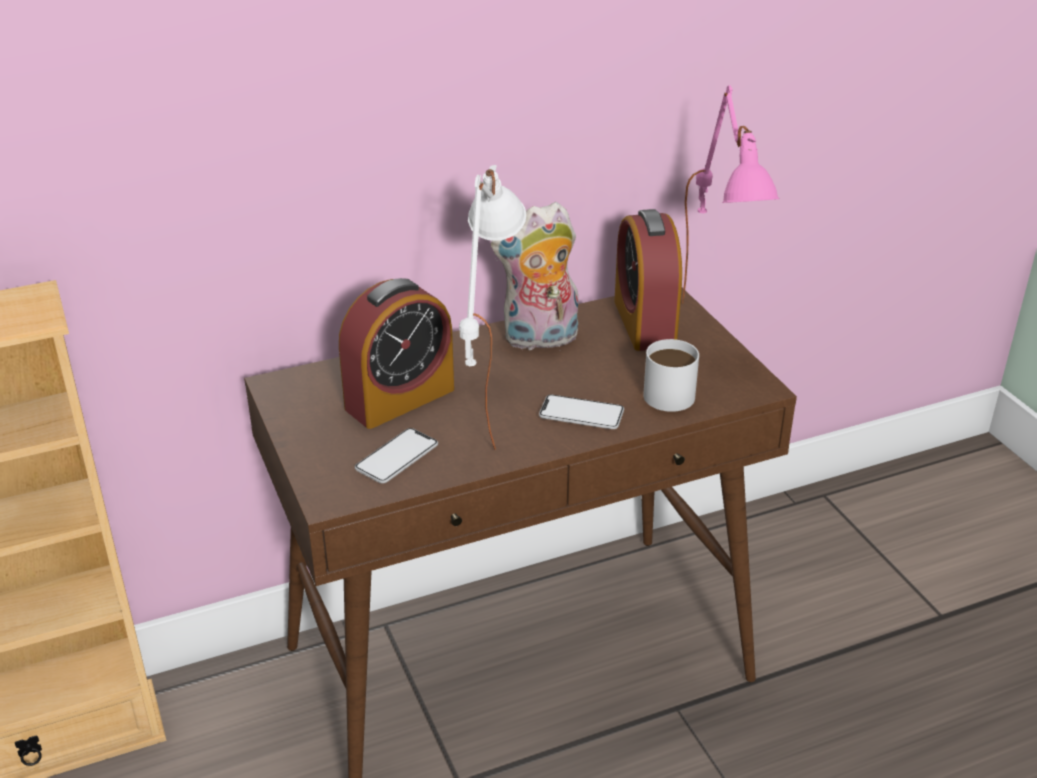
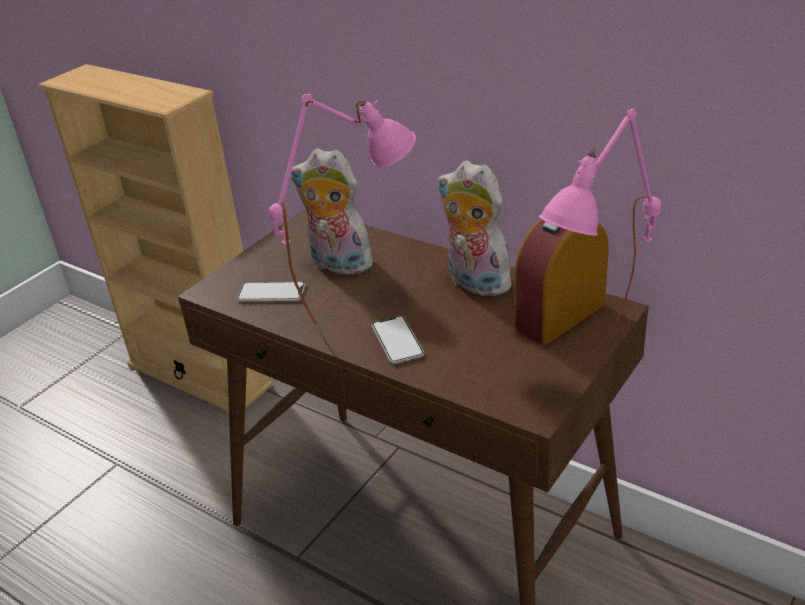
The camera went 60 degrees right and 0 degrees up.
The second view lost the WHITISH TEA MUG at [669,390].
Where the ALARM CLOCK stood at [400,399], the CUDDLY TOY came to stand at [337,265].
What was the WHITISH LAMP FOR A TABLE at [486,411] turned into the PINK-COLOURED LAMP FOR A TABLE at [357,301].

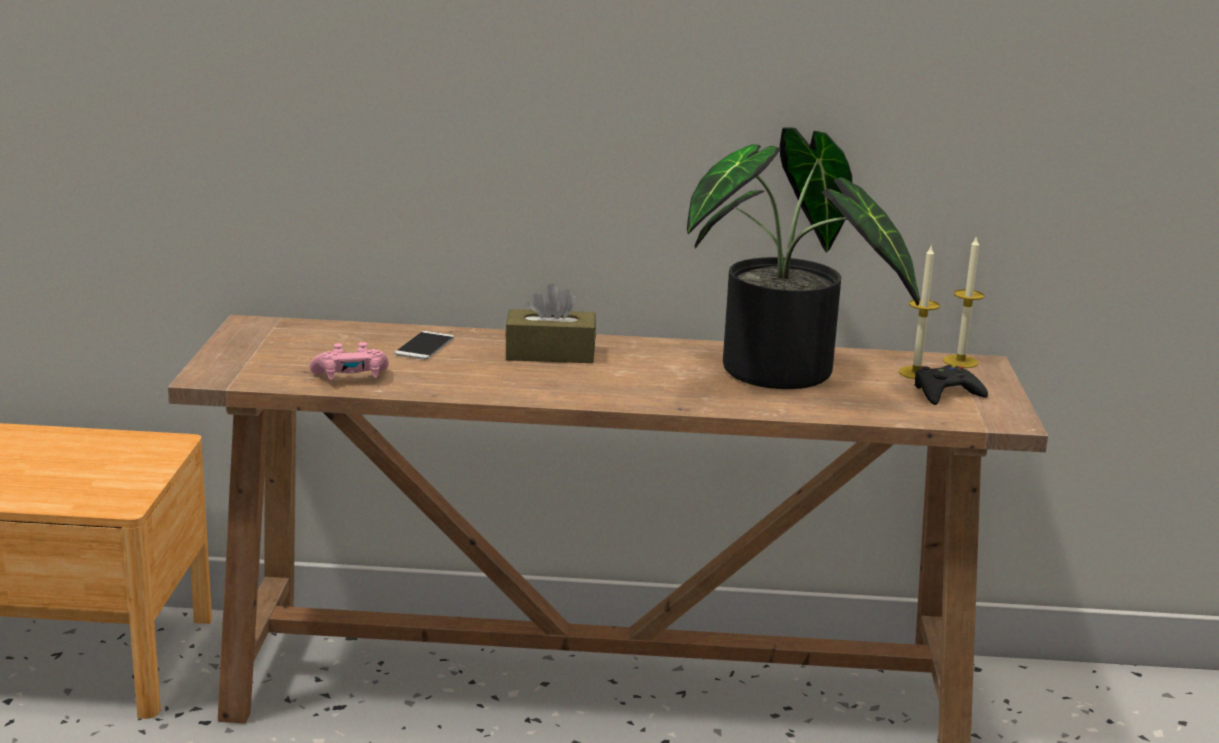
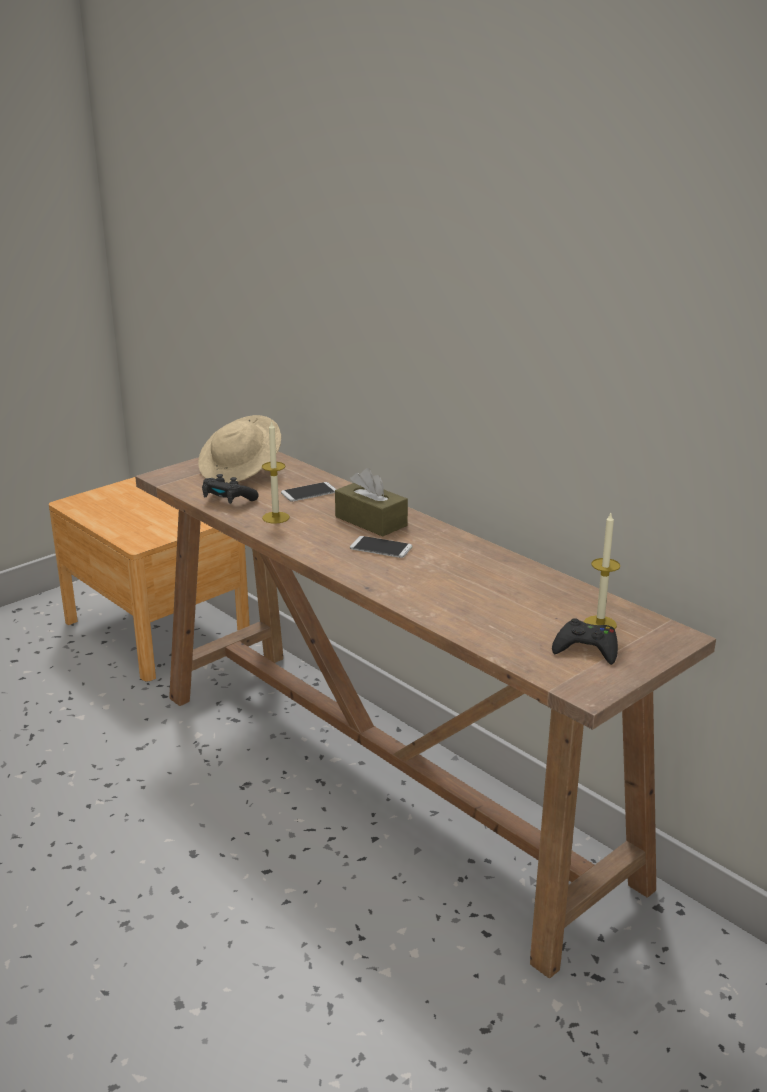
The camera went 45 degrees right and 5 degrees up.
The second view lost the POTTED PLANT at [783,376].
The second view gained the BEIGE-COLOURED WEARABLE HAT at [241,470].
The second view gained the PHONE at [381,548].
The WAX CANDLE ended up elsewhere, having gone from [960,361] to [275,517].
What was the PINK-COLOURED JOYPAD at [351,378] turned into the BLACK JOYPAD at [228,500].

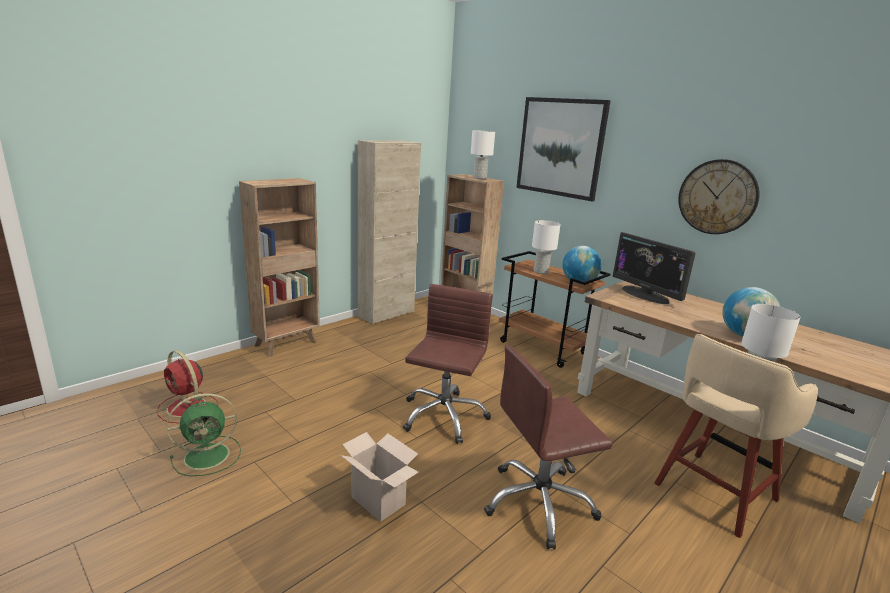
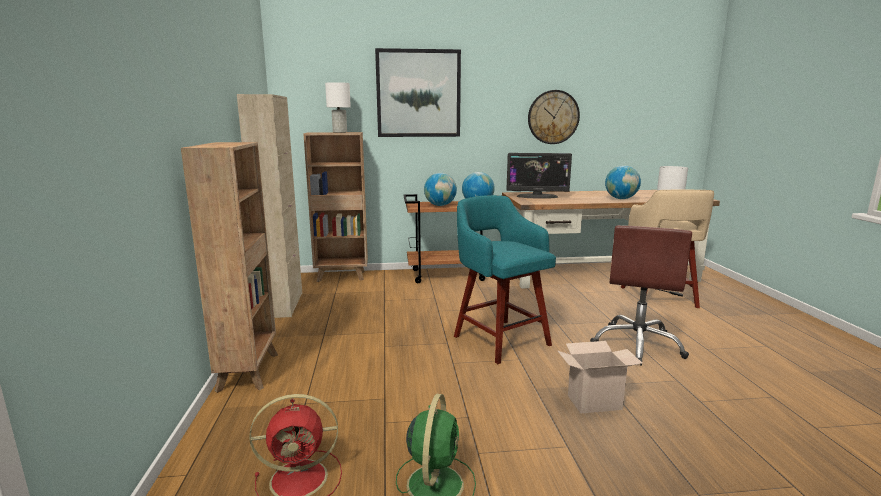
The camera went 50 degrees left and 5 degrees down.
Where the BROWN COMPUTER CHAIR stood at [443,416], the BLUE-GREEN SITTING STOOL came to stand at [499,339].
Where the WHITISH LAMP FOR A TABLE stood at [541,272], the DESK GLOBE came to stand at [440,205].

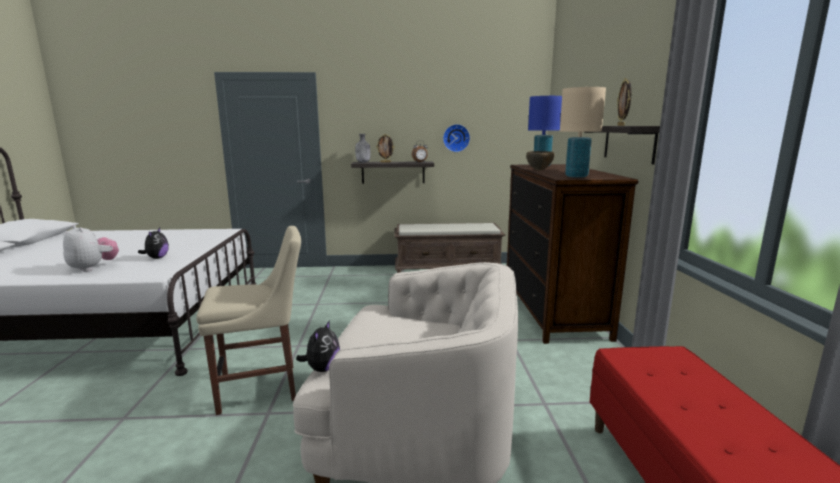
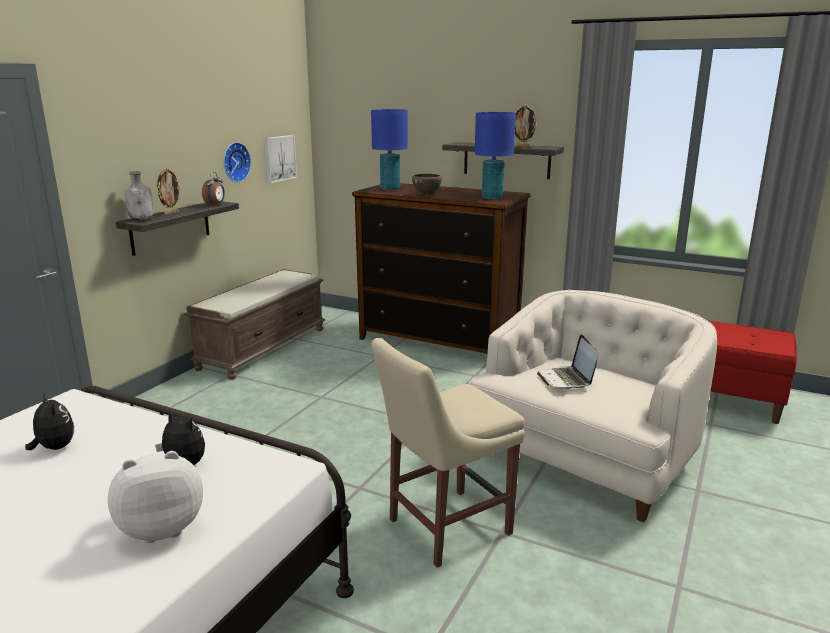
The camera went 60 degrees left and 5 degrees up.
The second view gained the WALL PICTURE at [278,158].
The second view gained the LAPTOP at [566,379].
The CUDDLY TOY ended up elsewhere, having gone from [322,368] to [54,448].
What was the BEIGE-COLOURED LAMP FOR A TABLE at [576,176] turned into the BLUISH LAMP FOR A TABLE at [492,198].
The BEIGE-COLOURED UPRIGHT CHAIR at [263,387] ended up facing another way, 135 degrees counterclockwise from before.

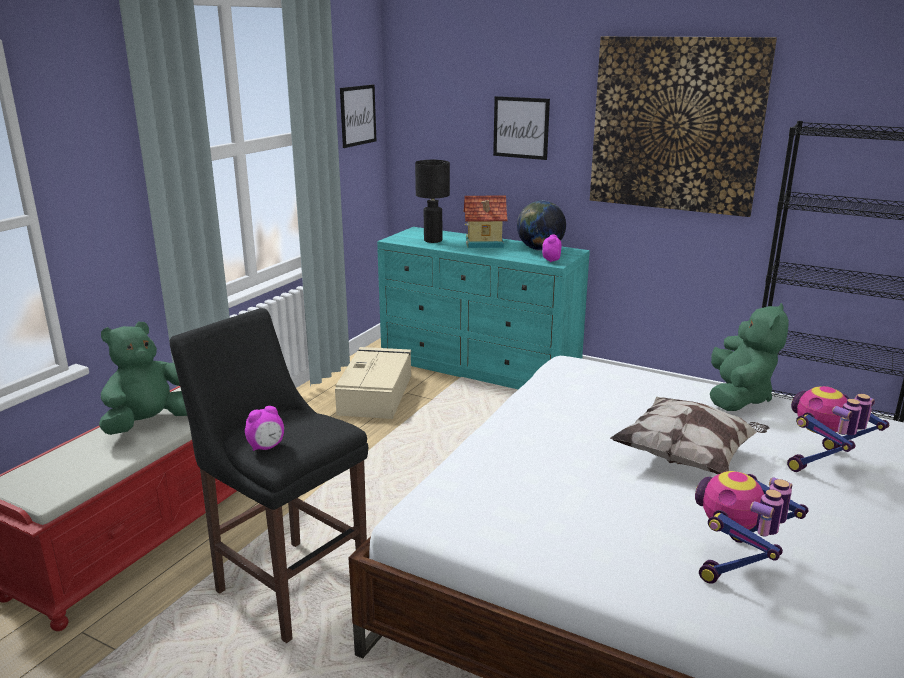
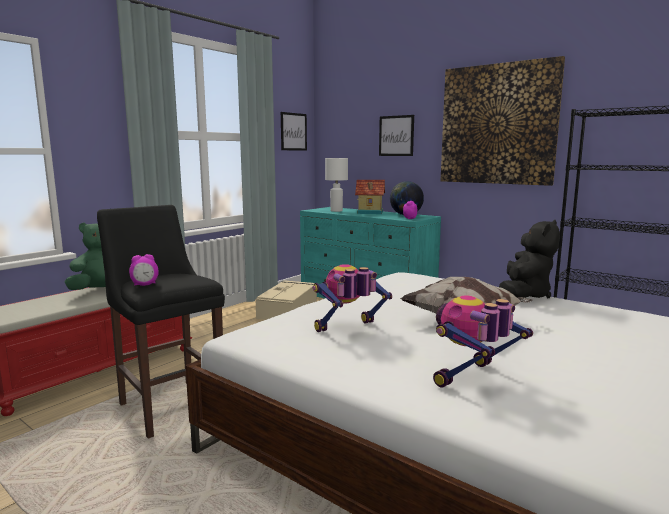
The camera went 10 degrees right and 10 degrees down.
The MODEL ROBOT ended up elsewhere, having gone from [823,463] to [348,329].
What was the BLACK LAMP FOR A TABLE at [433,240] turned into the WHITISH LAMP FOR A TABLE at [336,211].
What was the GREEN-COLOURED CUDDLY TOY at [738,397] turned into the BLACK CUDDLY TOY at [524,295].

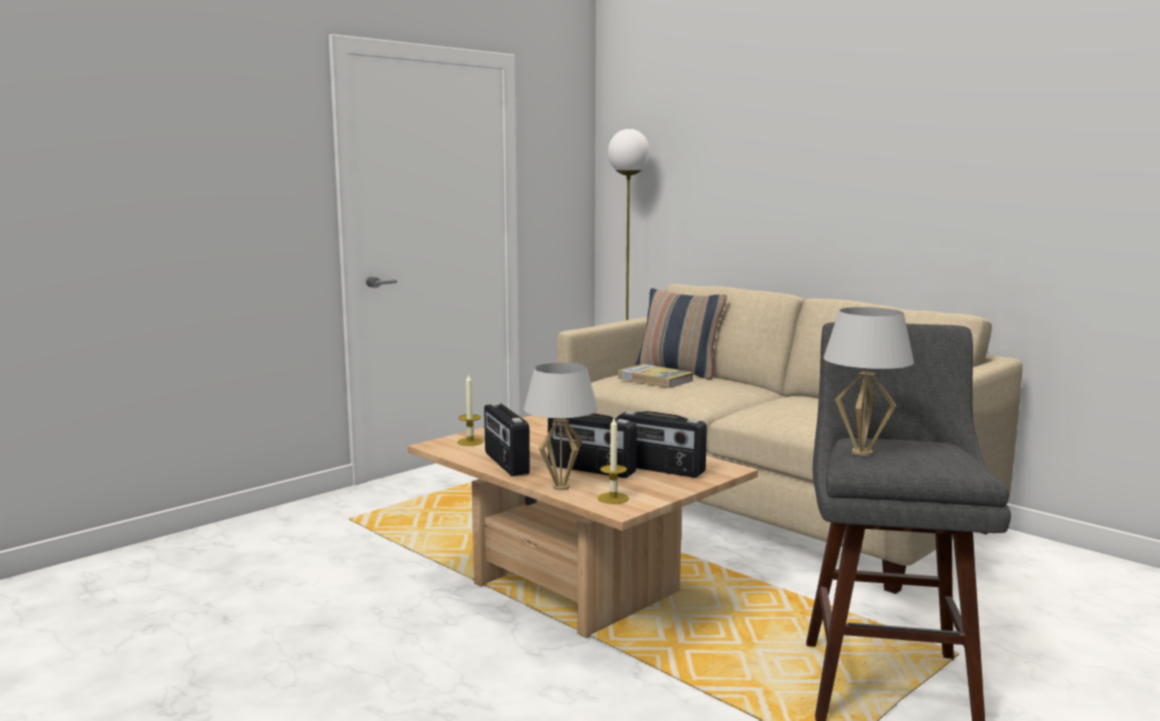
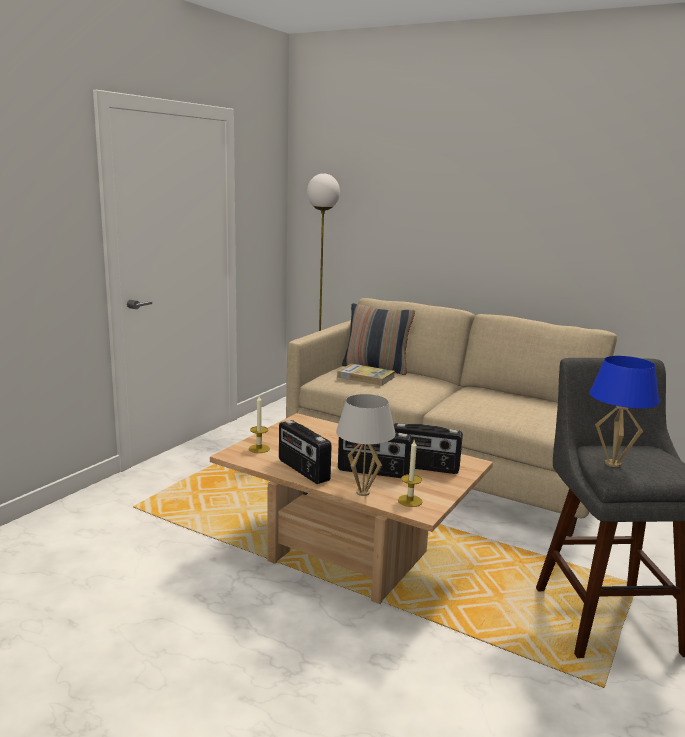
The camera went 15 degrees left and 5 degrees up.
What was the WHITISH LAMP FOR A TABLE at [861,453] turned into the BLUISH LAMP FOR A TABLE at [612,464].

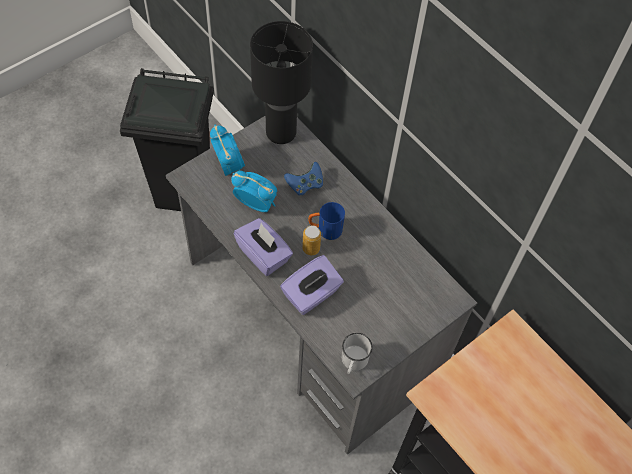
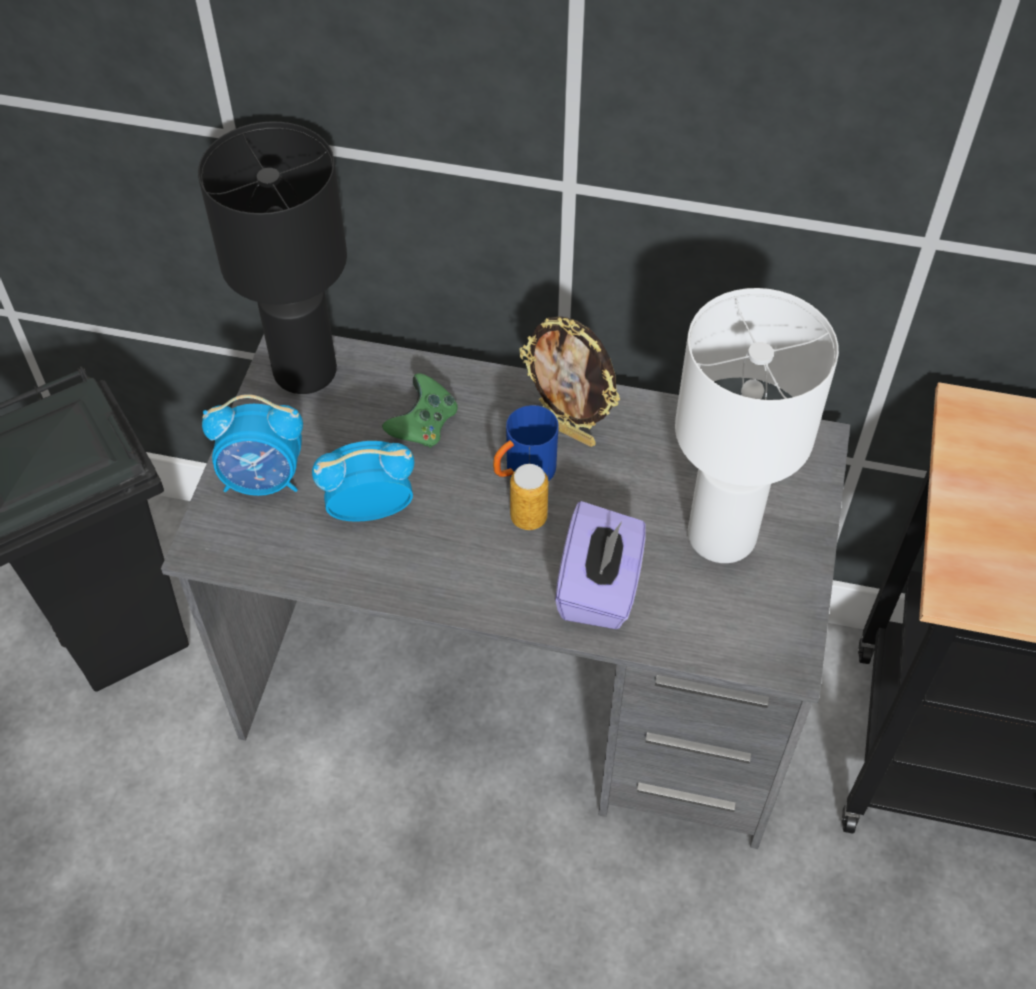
The camera went 35 degrees left and 5 degrees down.
The second view lost the PURPLISH TISSUE HOLDER at [263,255].
The second view lost the WHITISH TEA MUG at [353,362].
The second view gained the STANDING FRAME at [568,431].
The second view gained the WHITISH LAMP FOR A TABLE at [719,535].
What was the BLUISH JOYPAD at [305,185] turned into the GREEN-COLOURED JOYPAD at [423,426].
The ALARM CLOCK at [228,166] ended up facing another way, 150 degrees clockwise from before.

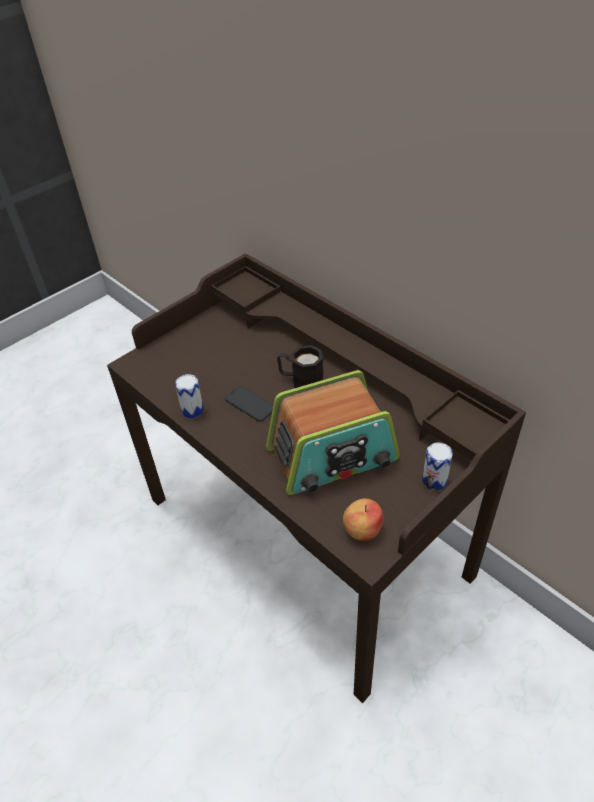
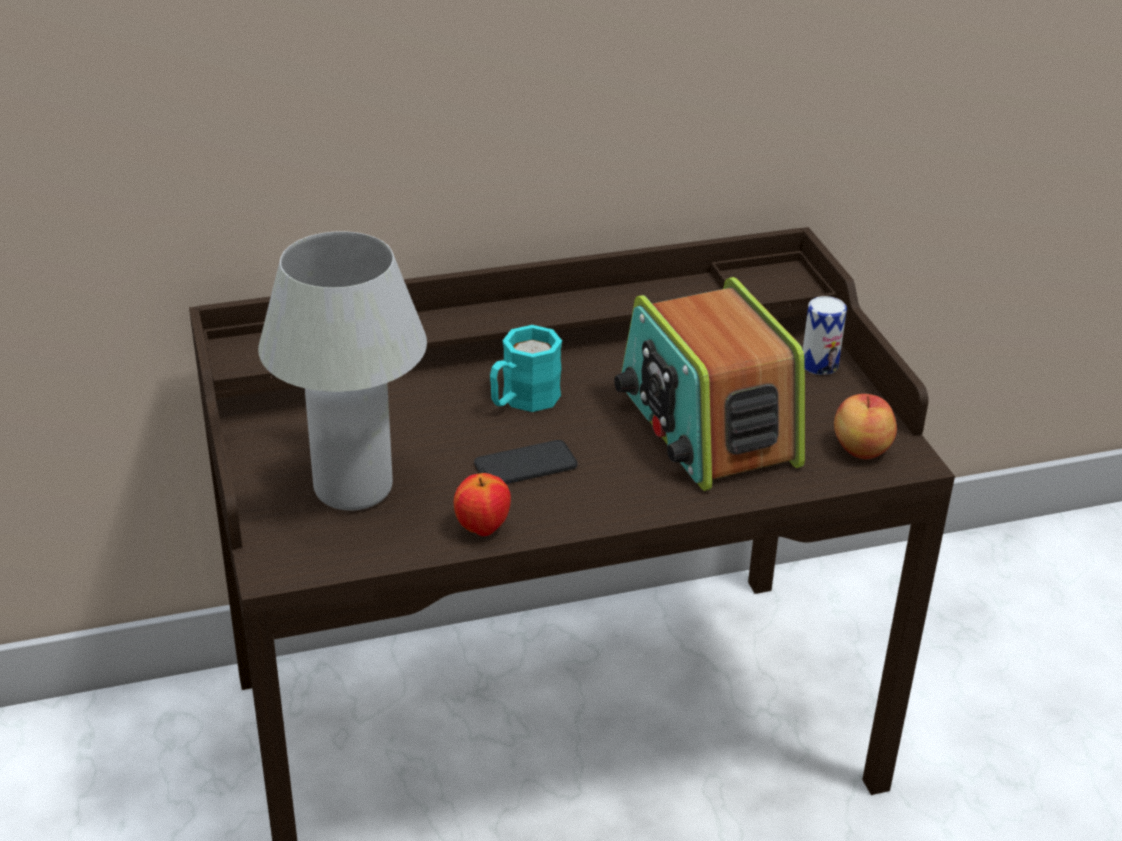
The camera went 65 degrees left and 10 degrees down.
The second view gained the WHITISH LAMP FOR A TABLE at [353,488].
Where the CAN stood at [192,410], the APPLE came to stand at [482,528].
What was the BLACK TEA MUG at [301,381] turned into the BLUE-GREEN TEA MUG at [522,400].
The RADIO SET at [332,455] ended up facing another way, 150 degrees clockwise from before.

